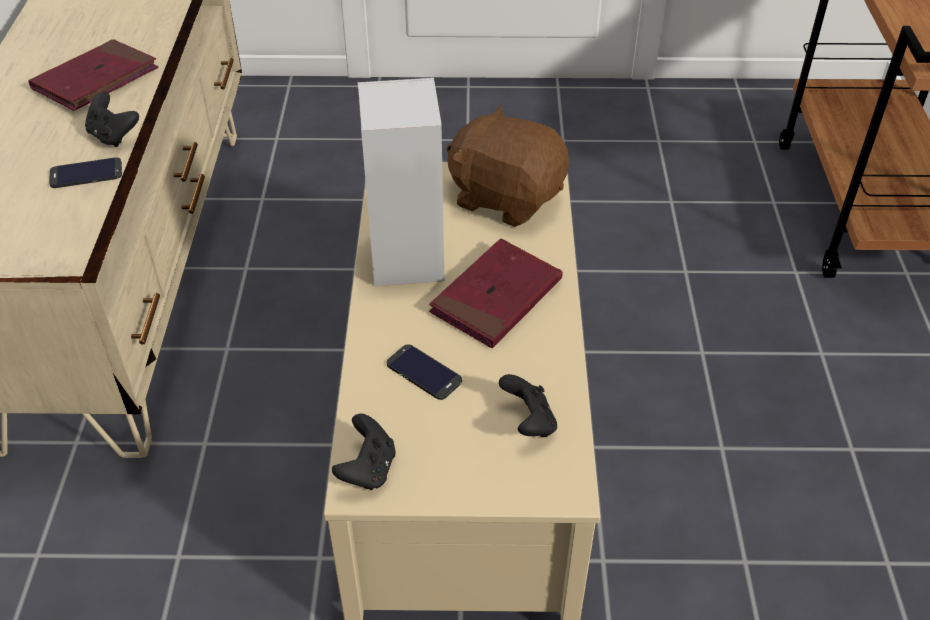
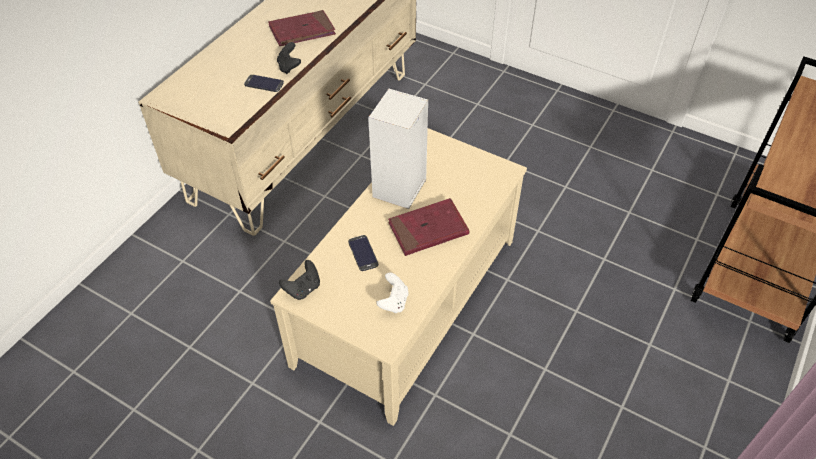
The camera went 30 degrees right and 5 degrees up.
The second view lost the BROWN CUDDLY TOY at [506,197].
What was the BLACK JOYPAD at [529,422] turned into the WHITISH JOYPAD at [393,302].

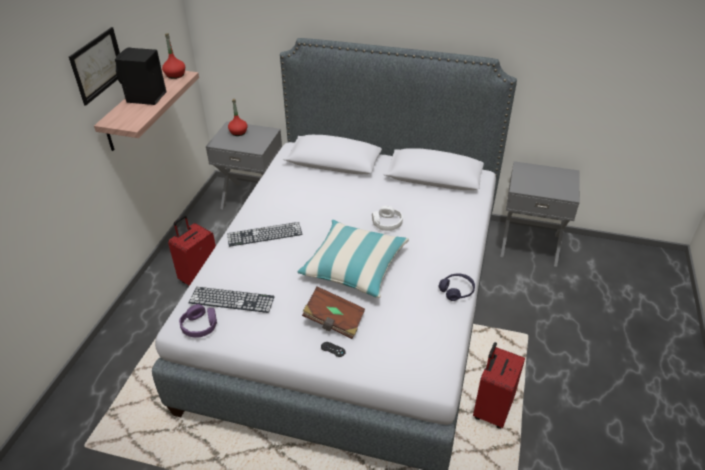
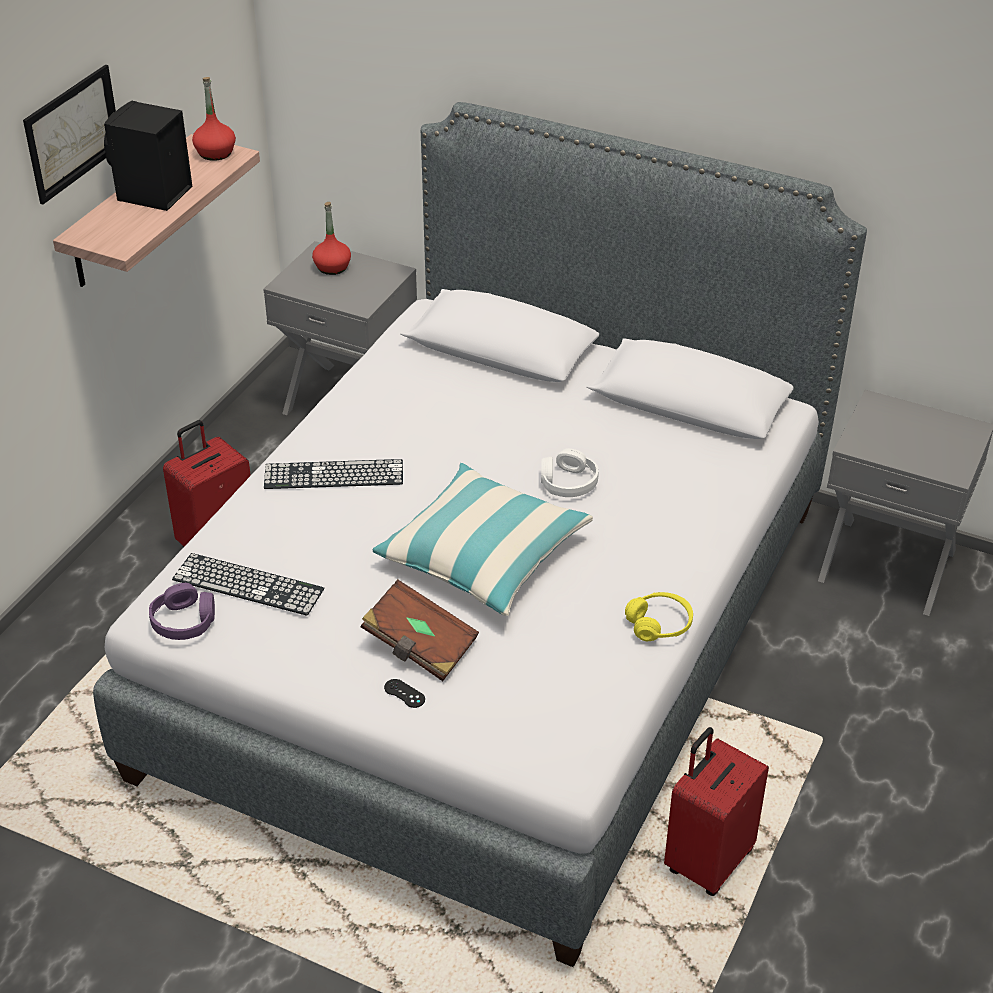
The camera went 10 degrees right and 0 degrees up.
What was the PURPLISH HEADSET at [456,291] turned into the YELLOWISH HEADSET at [659,624].

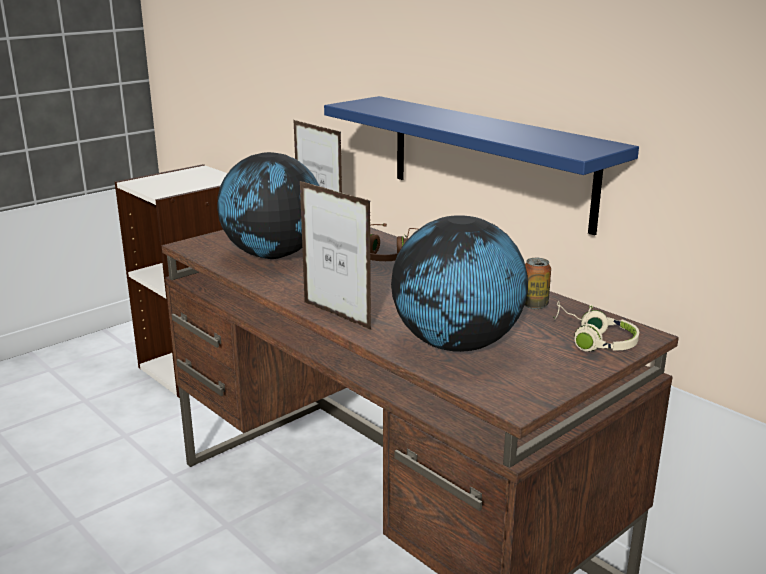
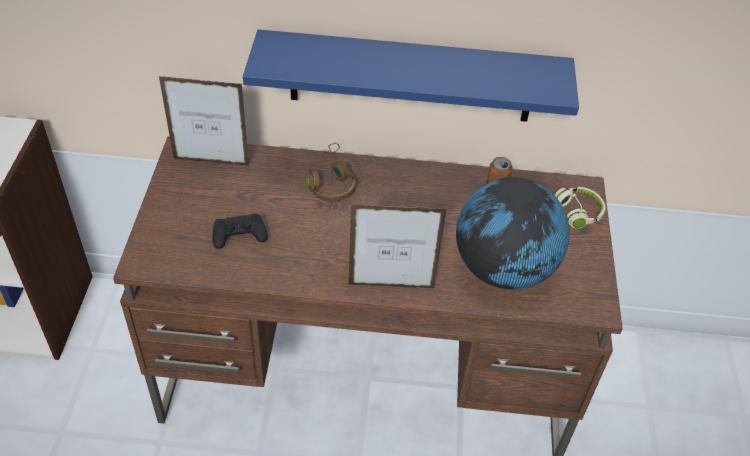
The camera went 45 degrees left and 25 degrees up.
Where the DESK GLOBE stood at [274,255], the BLACK JOYPAD came to stand at [239,235].

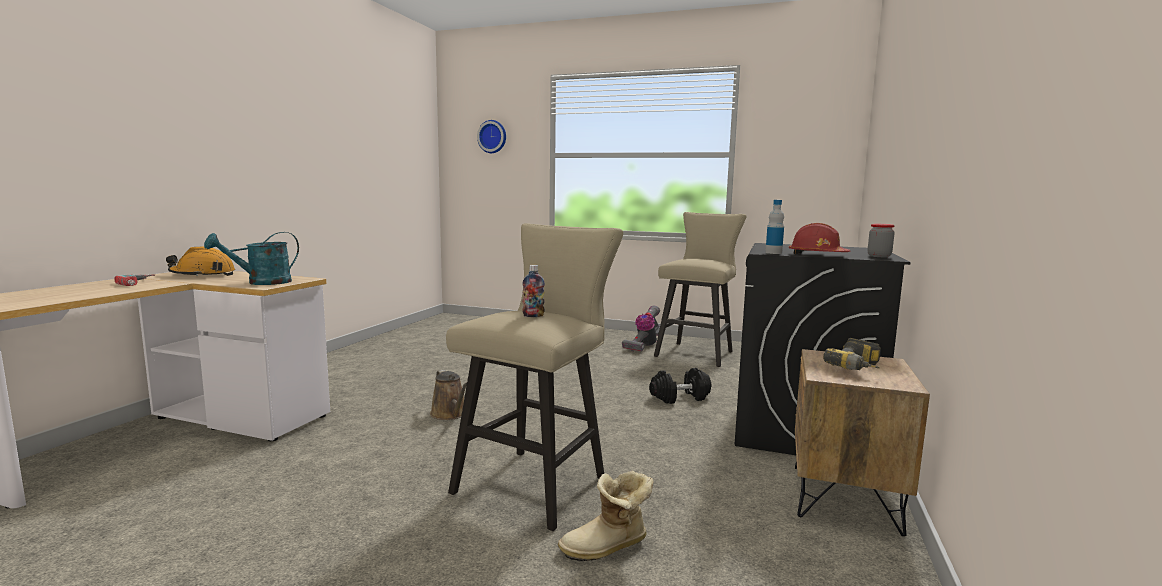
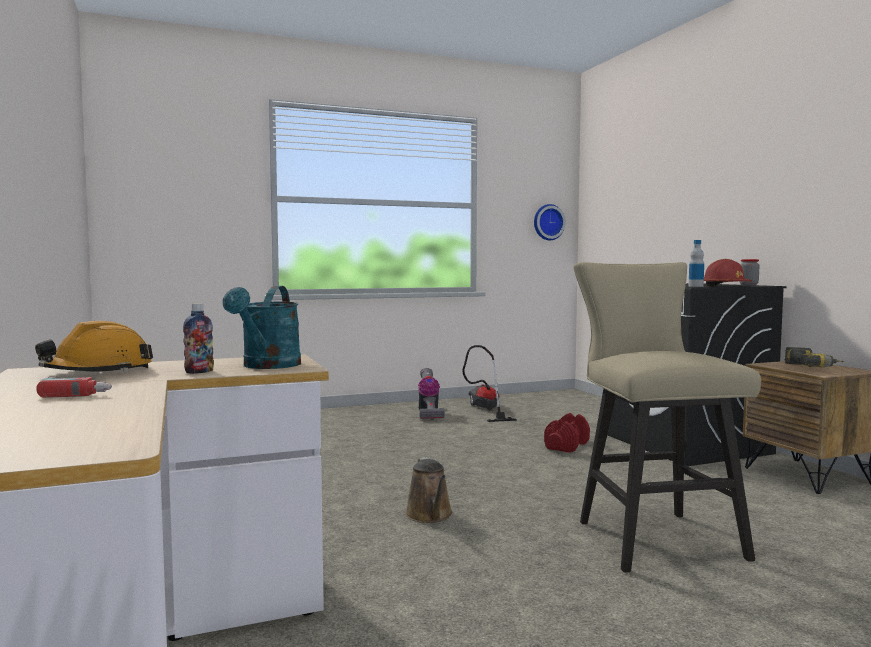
The camera went 40 degrees left and 5 degrees down.
The second view lost the BOOT at [607,548].
The WALL CLOCK ended up elsewhere, having gone from [492,137] to [548,222].
The BOTTLE ended up elsewhere, having gone from [533,316] to [199,372].
Where the BEIGE-COLOURED SITTING STOOL stood at [697,353], the VACUUM came to stand at [485,410].
What was the BLACK HAND WEIGHT at [680,398] turned into the REDDISH HAND WEIGHT at [567,446].
The BROWN SPRINKLING CAN at [450,414] ended up facing another way, 60 degrees clockwise from before.

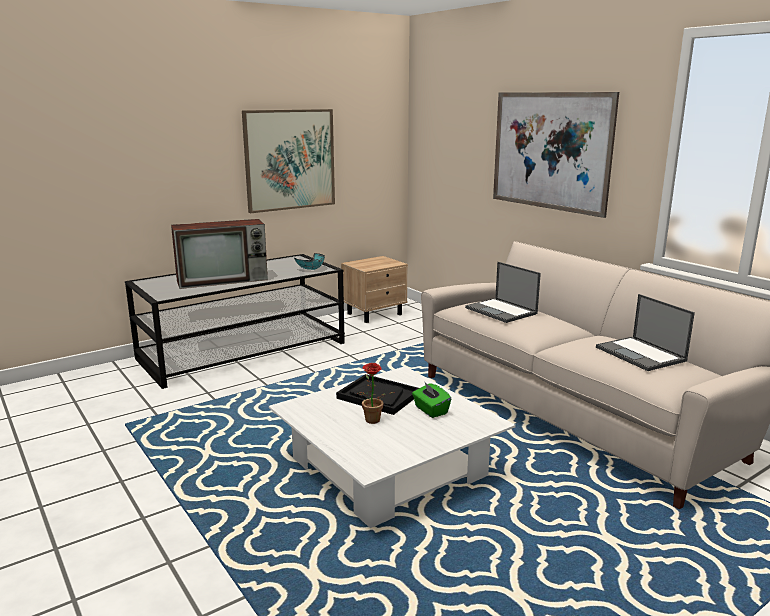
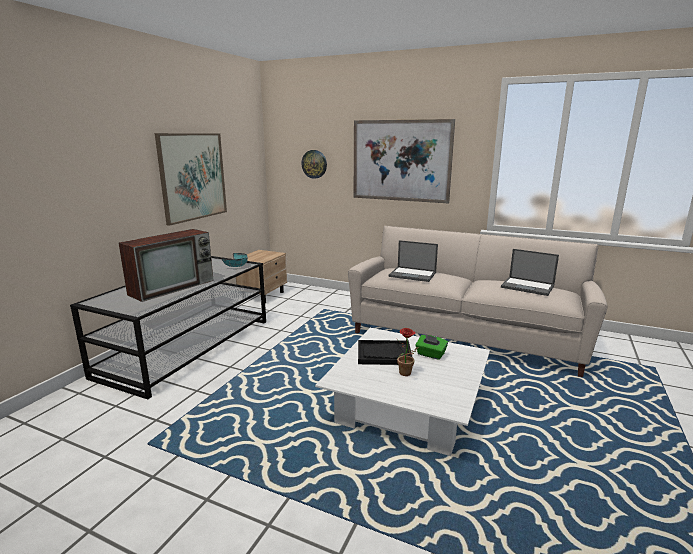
The camera went 30 degrees left and 0 degrees up.
The second view gained the WALL CLOCK at [314,164].

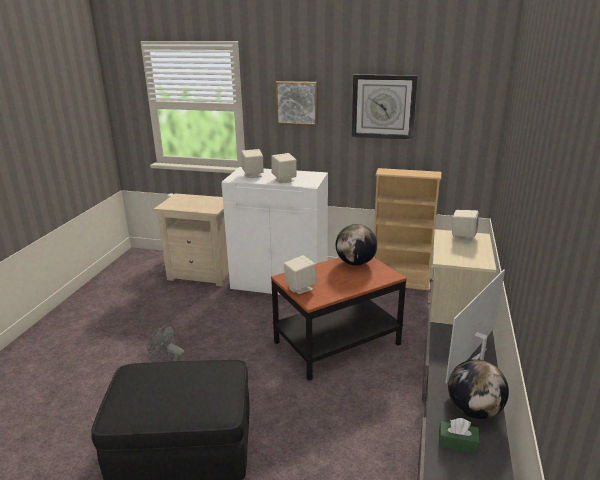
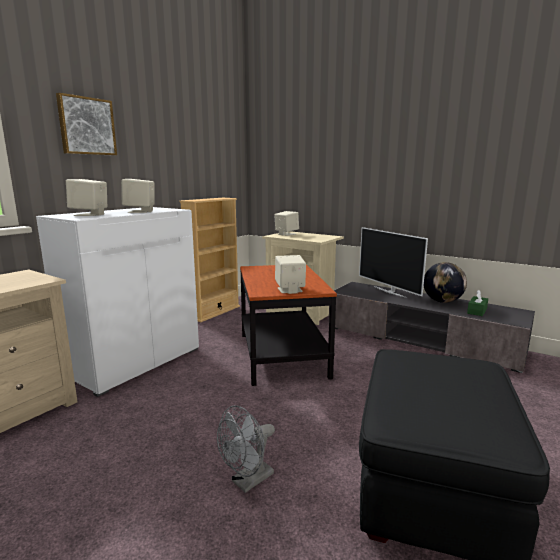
The camera went 70 degrees left and 10 degrees down.
The second view lost the DESK GLOBE at [355,263].
The second view lost the WALL CLOCK at [383,106].

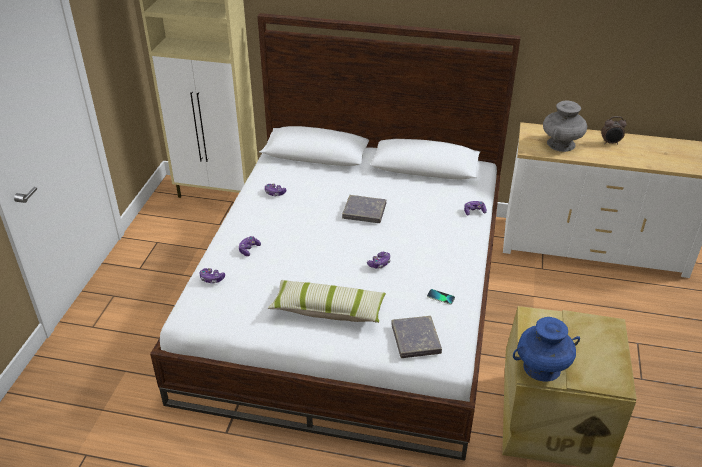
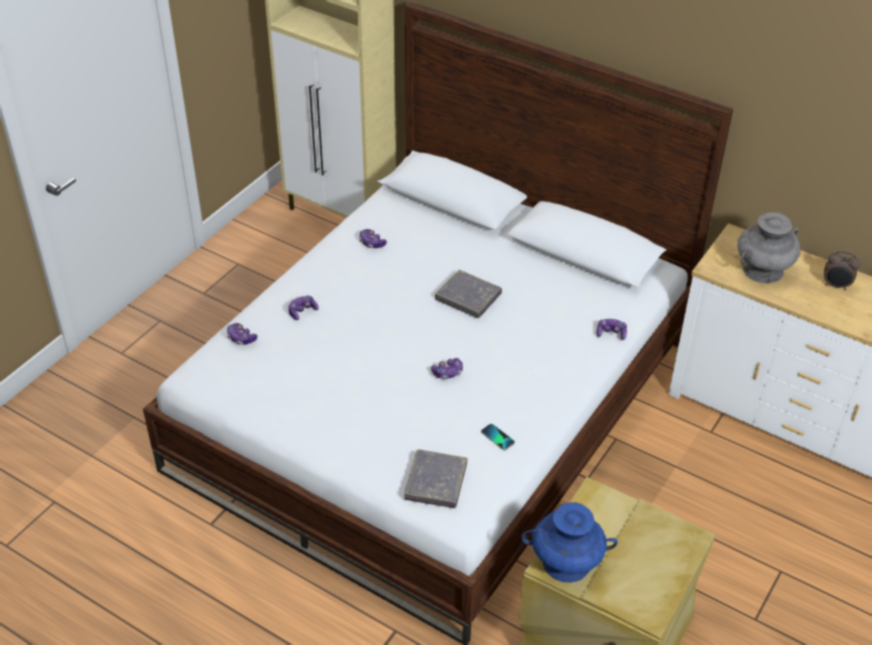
The camera went 20 degrees right and 5 degrees up.
The second view lost the PILLOW at [328,310].

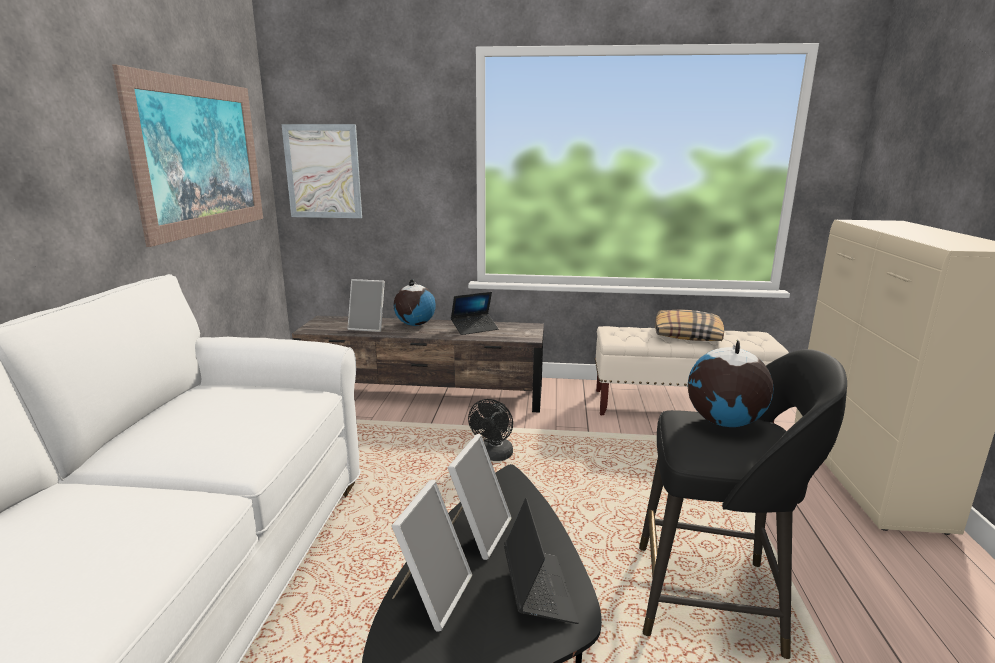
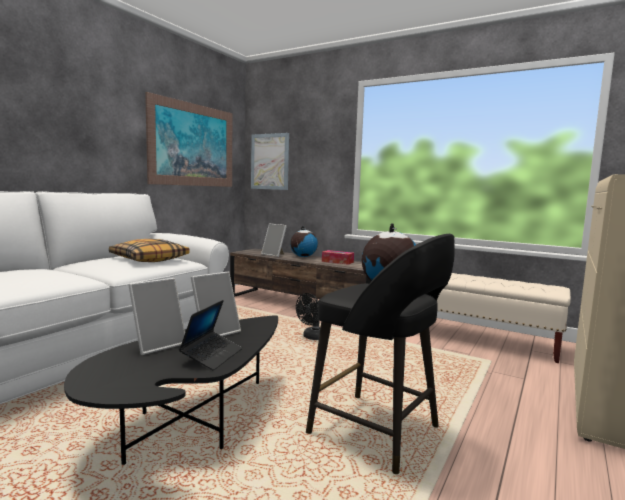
The camera went 25 degrees right and 10 degrees down.
The PILLOW ended up elsewhere, having gone from [686,335] to [149,259].
Where the LAPTOP stood at [474,328], the TISSUE HOLDER came to stand at [337,262].

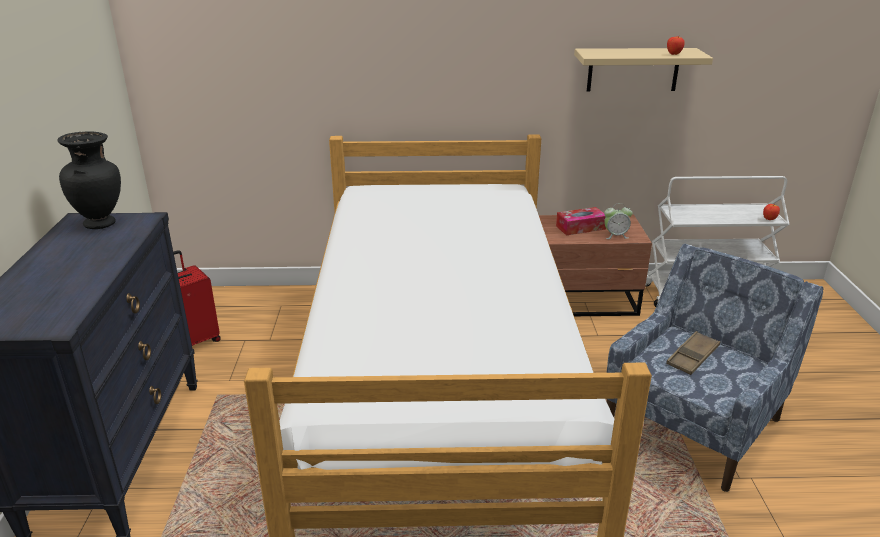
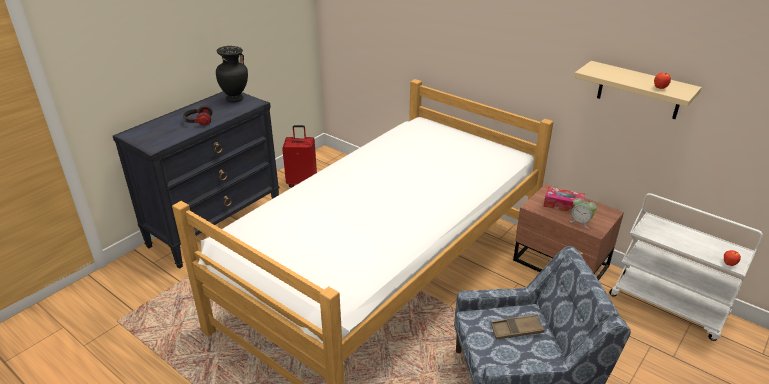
The camera went 40 degrees right and 5 degrees up.
The second view gained the HEADSET at [198,121].

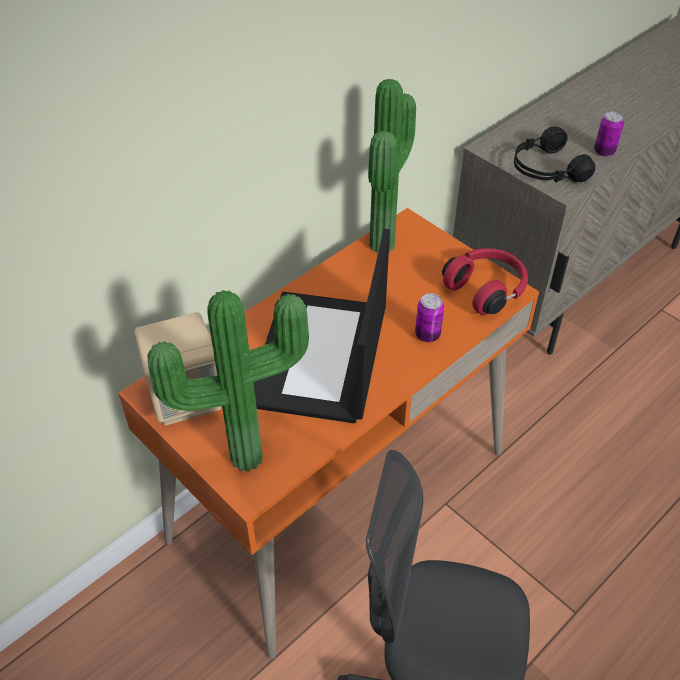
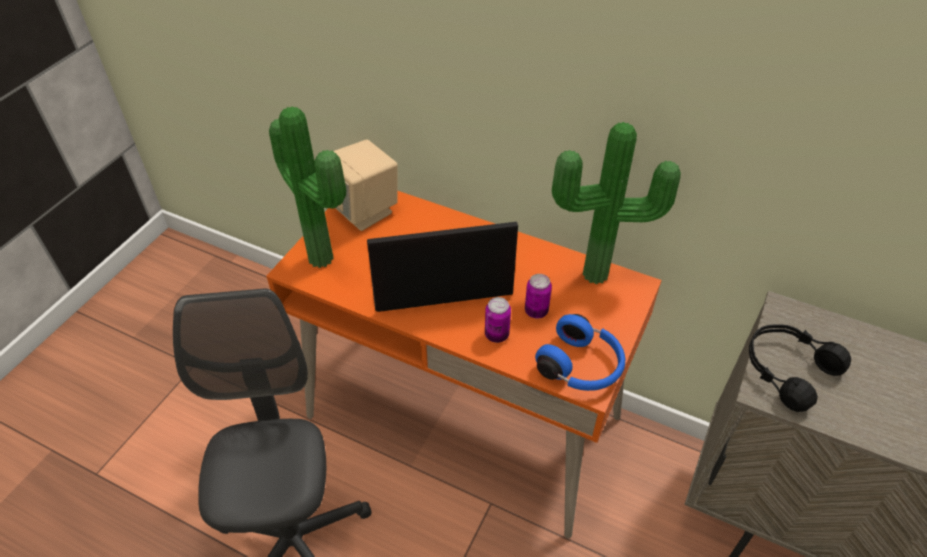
The camera went 70 degrees right and 0 degrees up.
The CAN ended up elsewhere, having gone from [604,151] to [536,311].
What was the REDDISH HEADSET at [486,289] turned into the BLUISH HEADSET at [581,366].

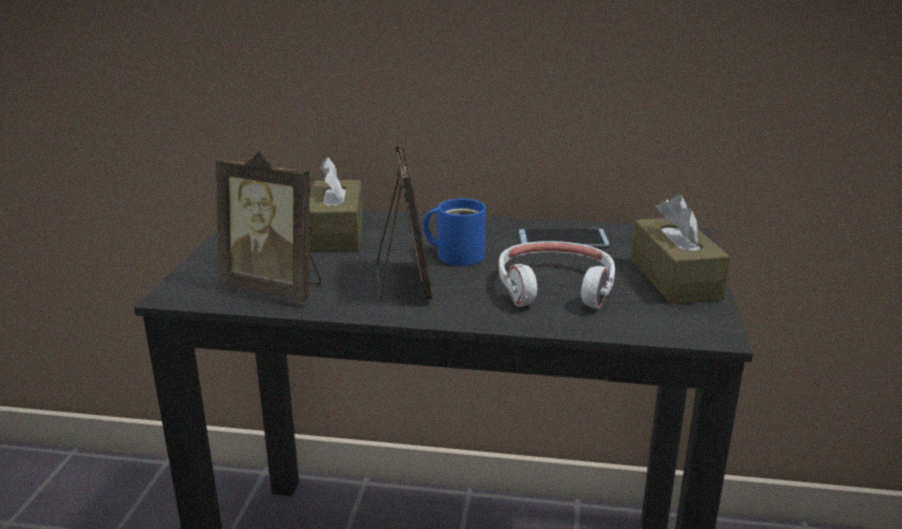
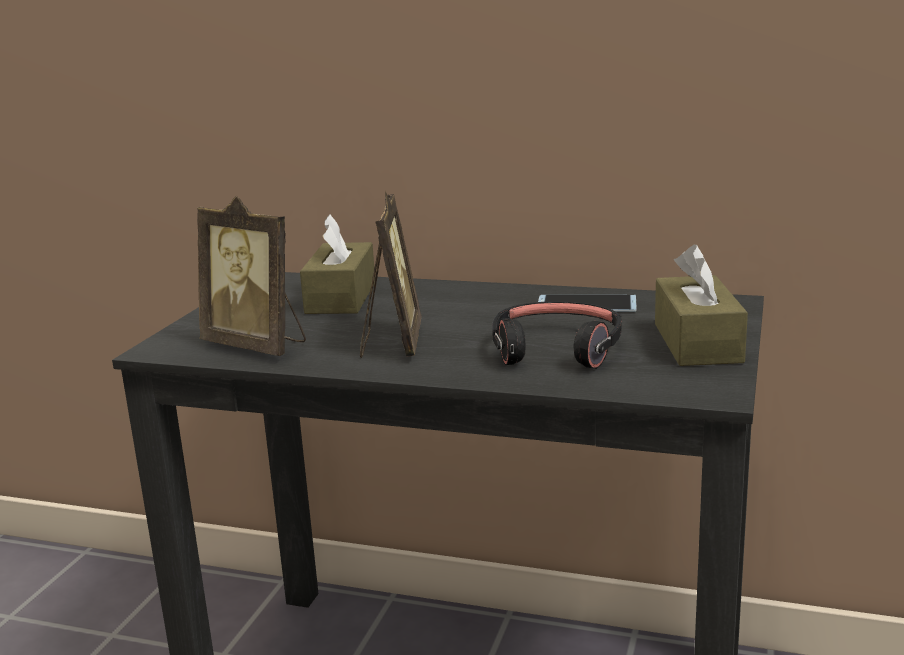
The camera went 10 degrees right and 5 degrees down.
The second view lost the BLUISH TEA MUG at [457,254].
What was the WHITISH HEADSET at [555,287] turned into the BLACK HEADSET at [556,349].

